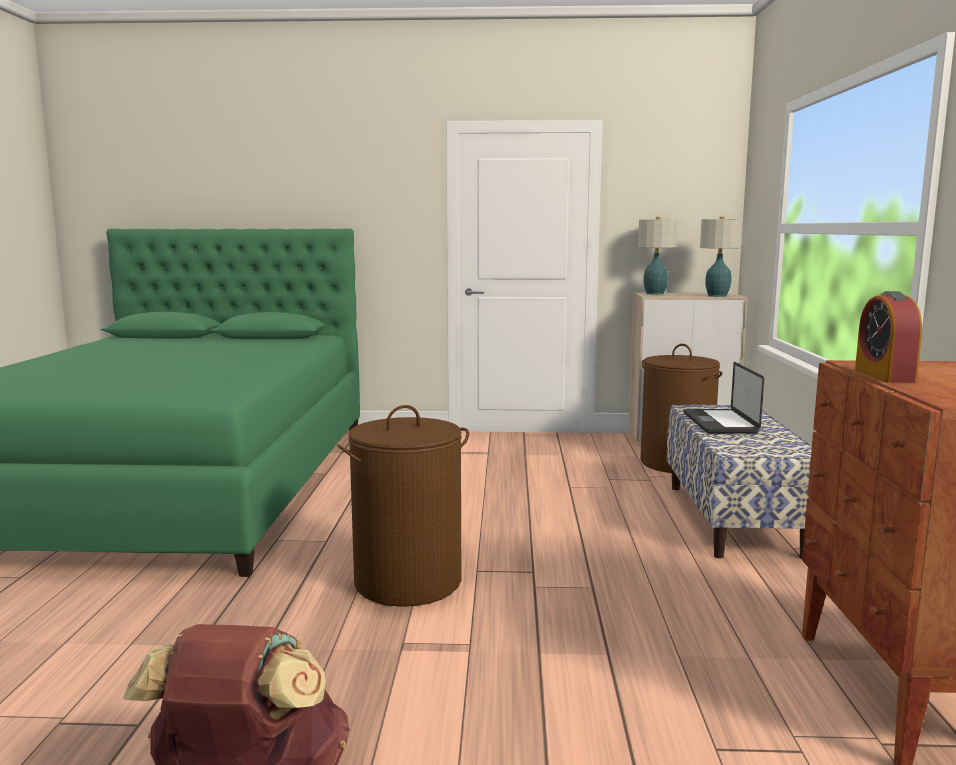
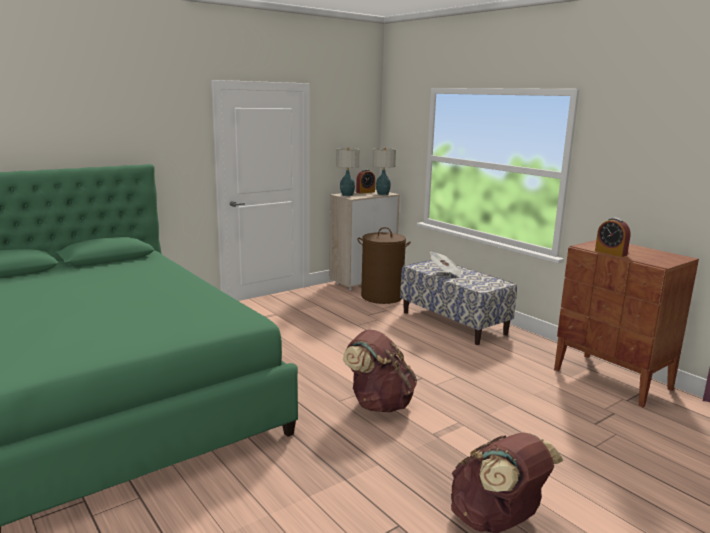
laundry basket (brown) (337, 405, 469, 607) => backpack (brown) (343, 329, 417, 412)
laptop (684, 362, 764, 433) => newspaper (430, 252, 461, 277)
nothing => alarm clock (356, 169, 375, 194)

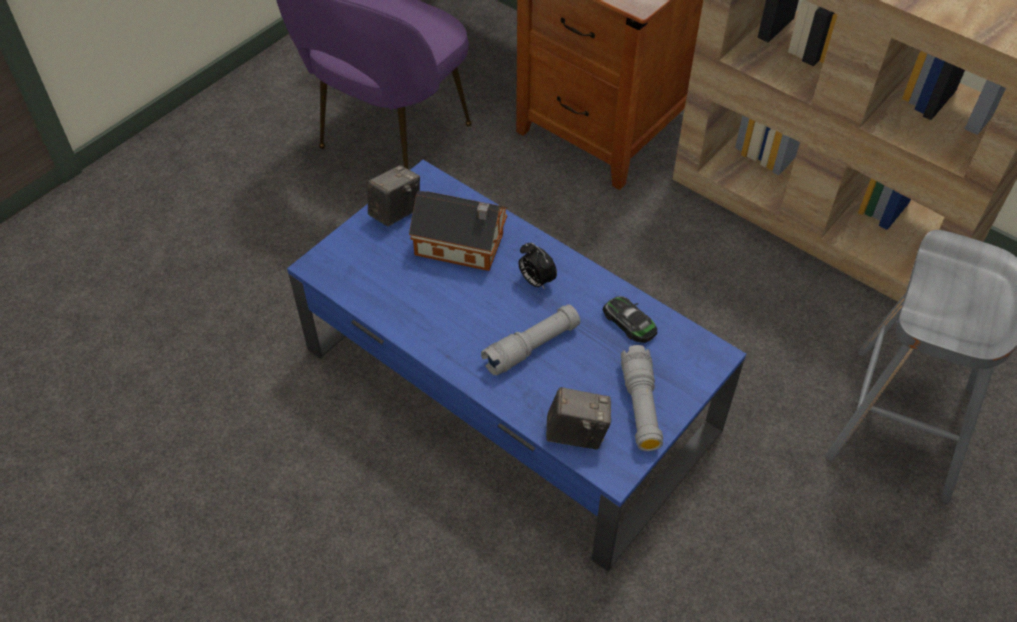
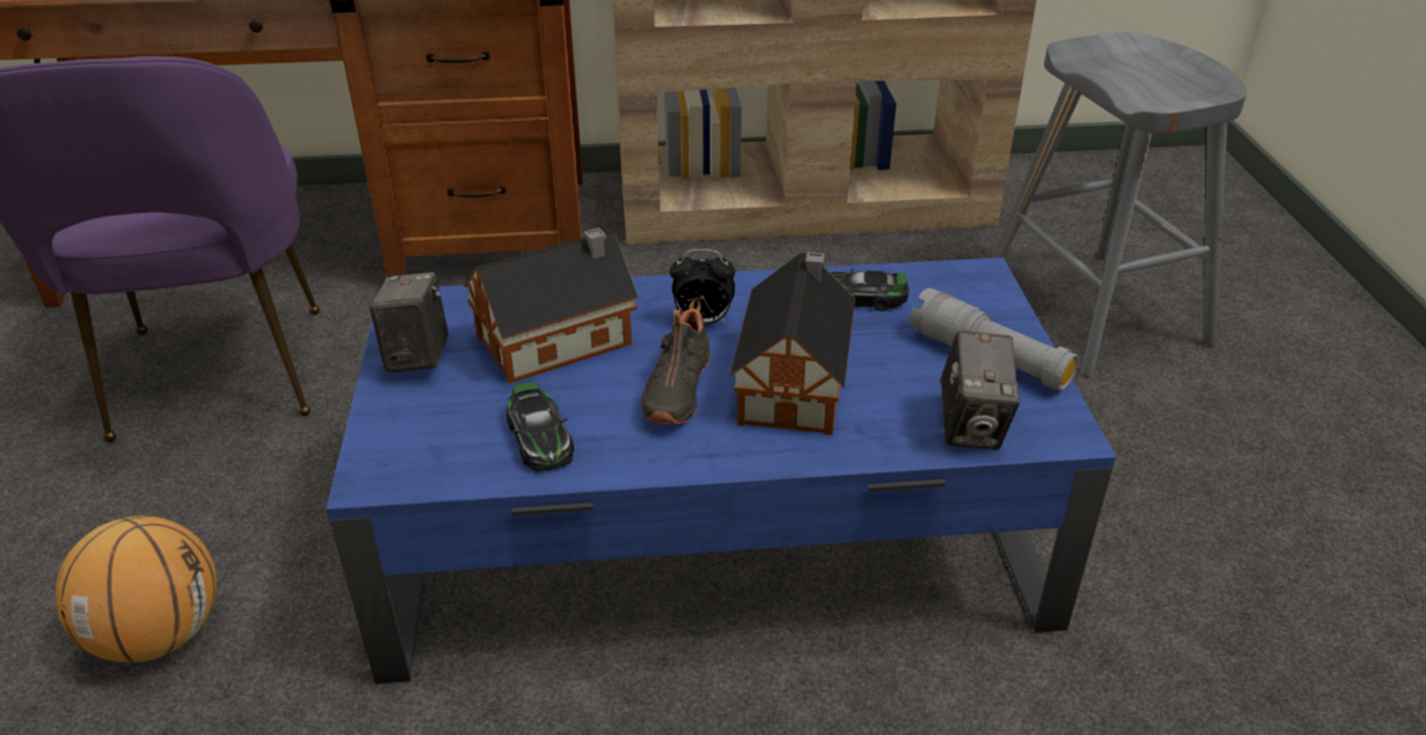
flashlight (grey) (481, 304, 580, 376) => toy house (730, 252, 855, 435)
photo camera (546, 387, 611, 450) => photo camera (941, 331, 1020, 450), 135 degrees clockwise
nothing => basketball (55, 516, 217, 662)
nothing => toy car (506, 382, 574, 472)
nothing => shoe (black) (641, 300, 711, 424)

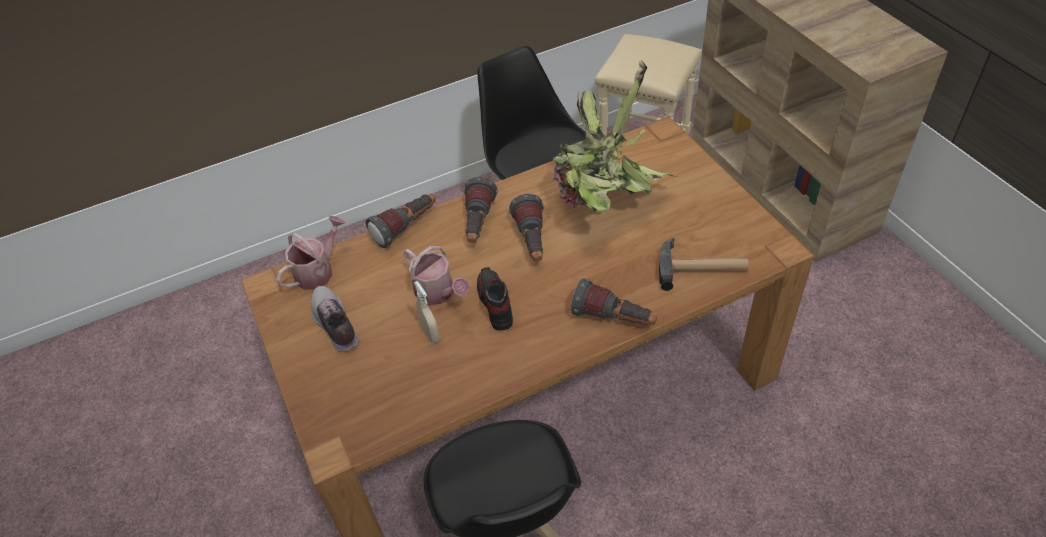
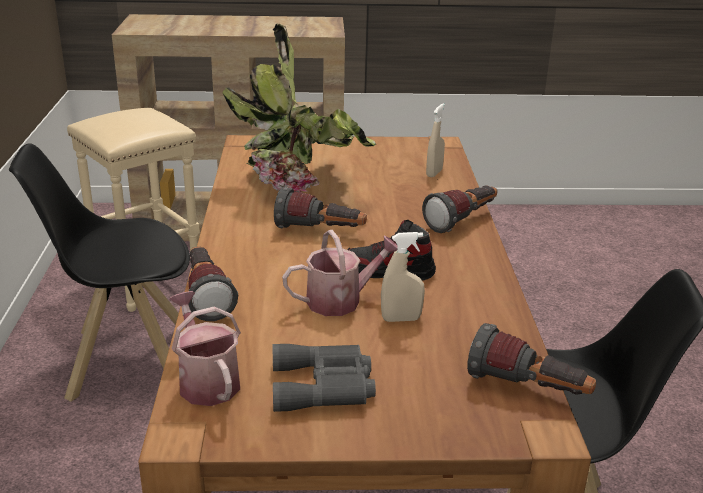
shoe (311, 286, 359, 352) => binoculars (grey) (272, 344, 376, 412)
flashlight (464, 177, 498, 243) => flashlight (467, 323, 596, 395), move
hammer (659, 237, 749, 291) => spray bottle (beige) (426, 103, 445, 177)

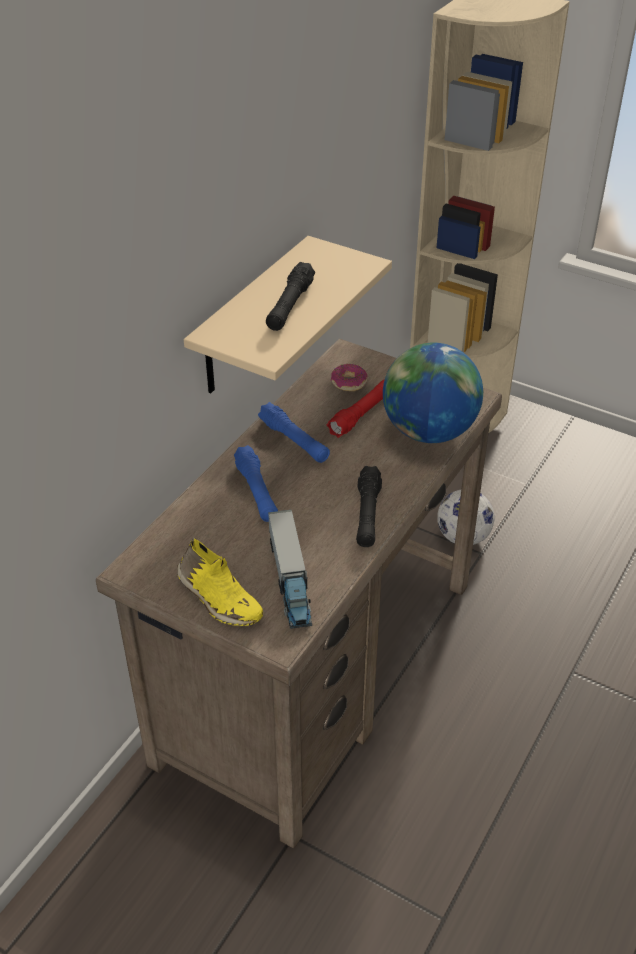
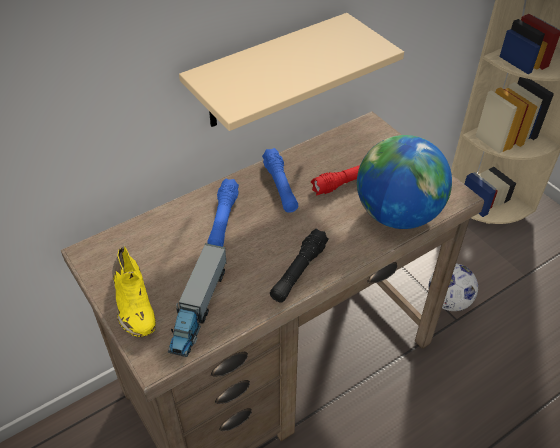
flashlight (black) (266, 262, 315, 331) => nothing
donut (331, 364, 368, 391) => nothing

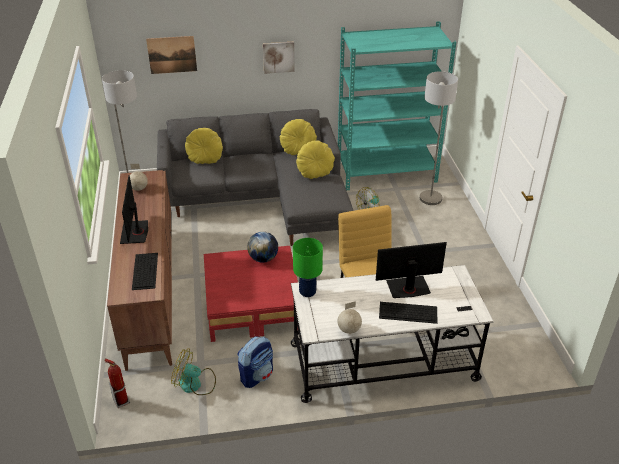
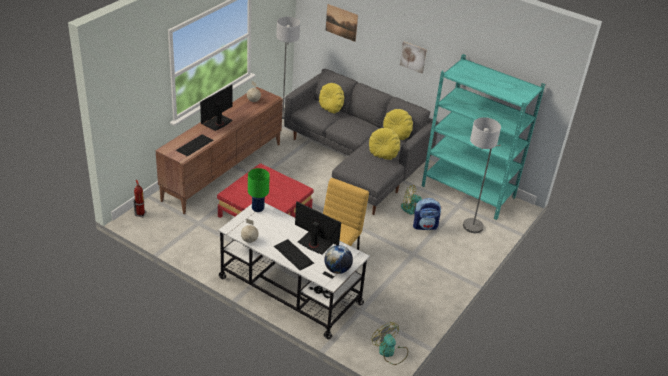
fan (171, 348, 216, 395) => fan (371, 322, 408, 365), move
backpack (237, 336, 273, 388) => backpack (413, 198, 441, 230), move
globe (247, 232, 278, 263) => globe (324, 245, 353, 274), move

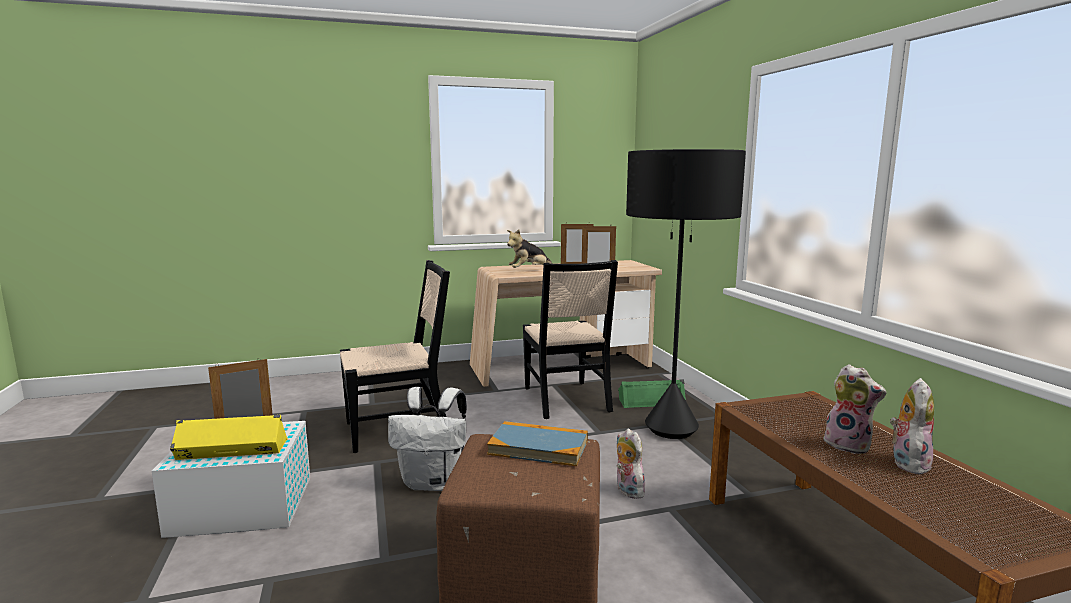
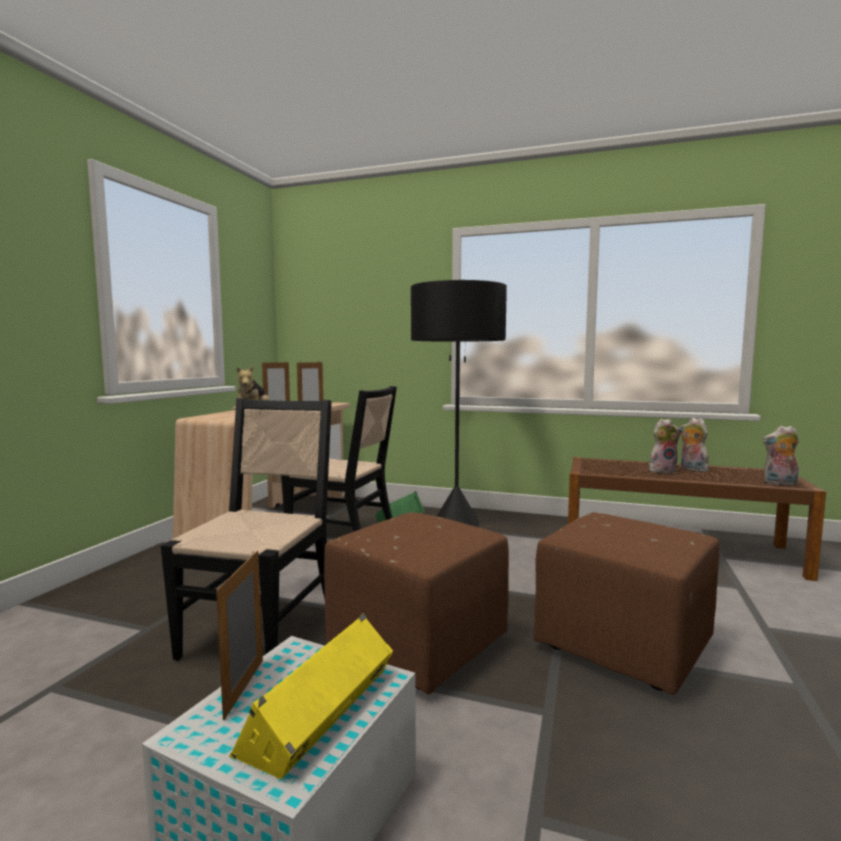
backpack (white) (388, 387, 467, 491) => ottoman (brown) (324, 512, 509, 695)
book (487, 421, 588, 466) => nothing
plush toy (617, 429, 645, 499) => plush toy (762, 426, 799, 486), move

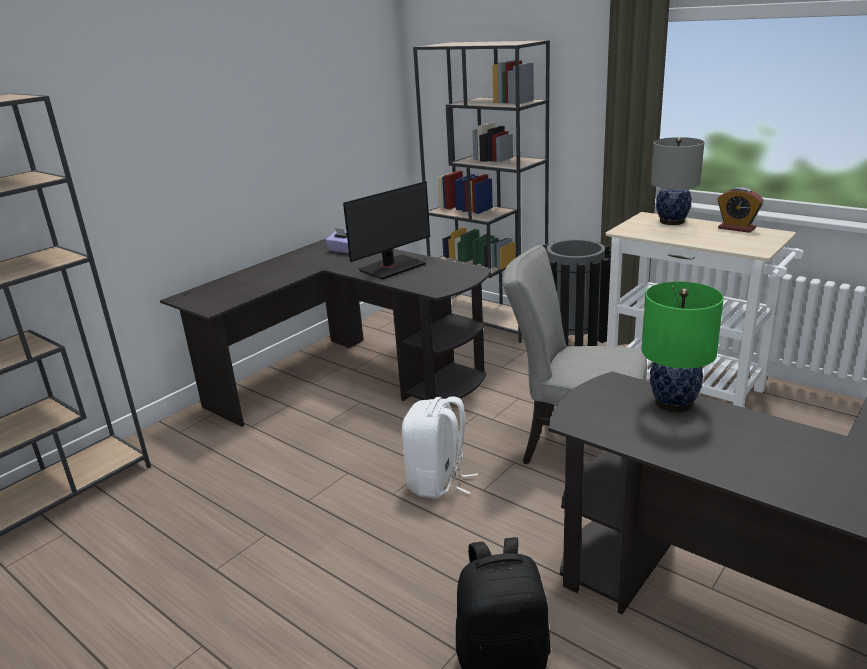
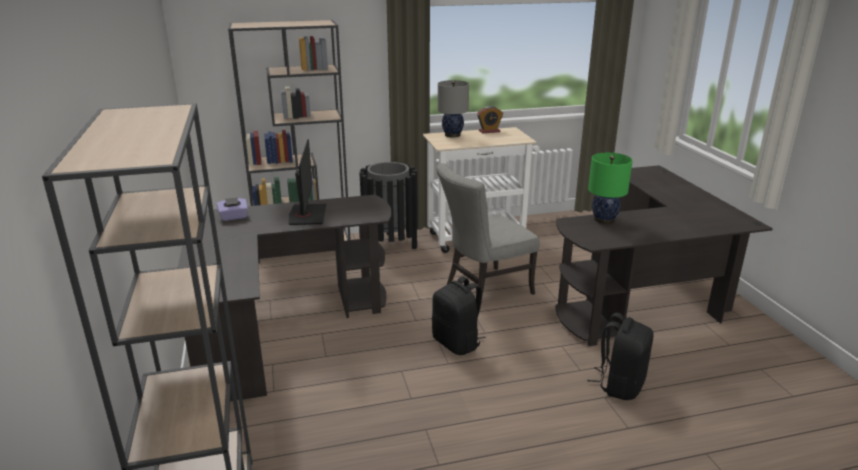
backpack (white) (402, 396, 478, 499) => backpack (black) (432, 276, 486, 355)

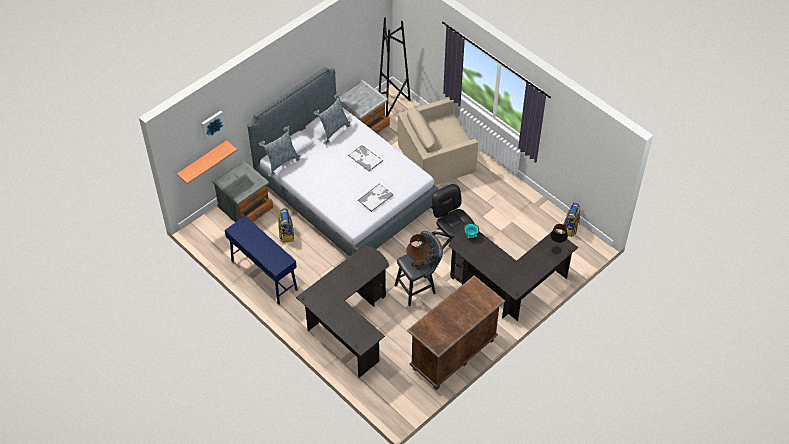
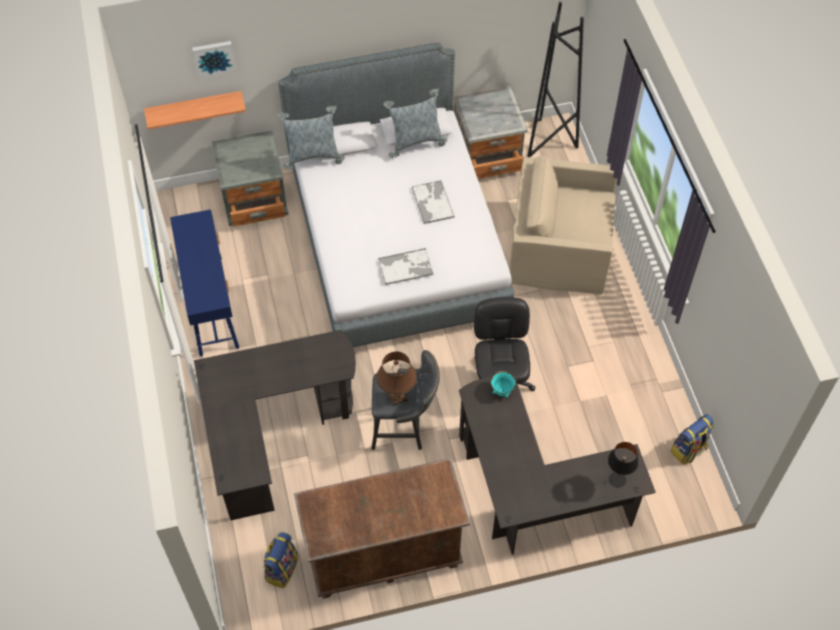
backpack (278, 208, 294, 243) => backpack (264, 532, 298, 588), move

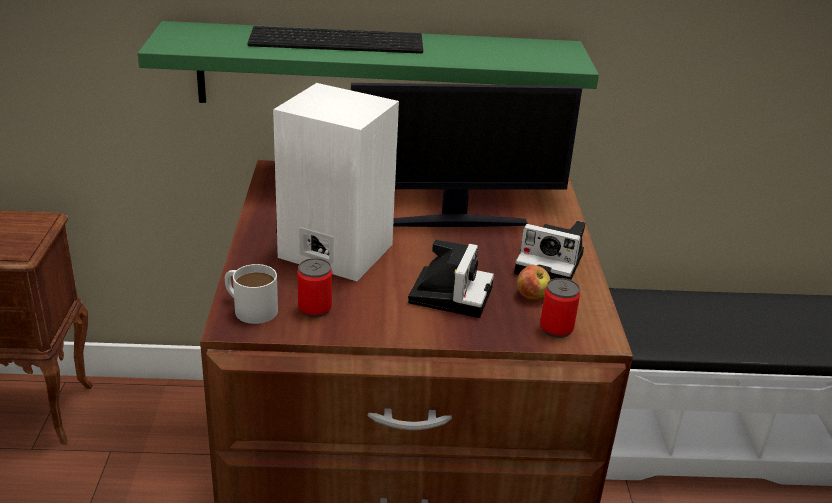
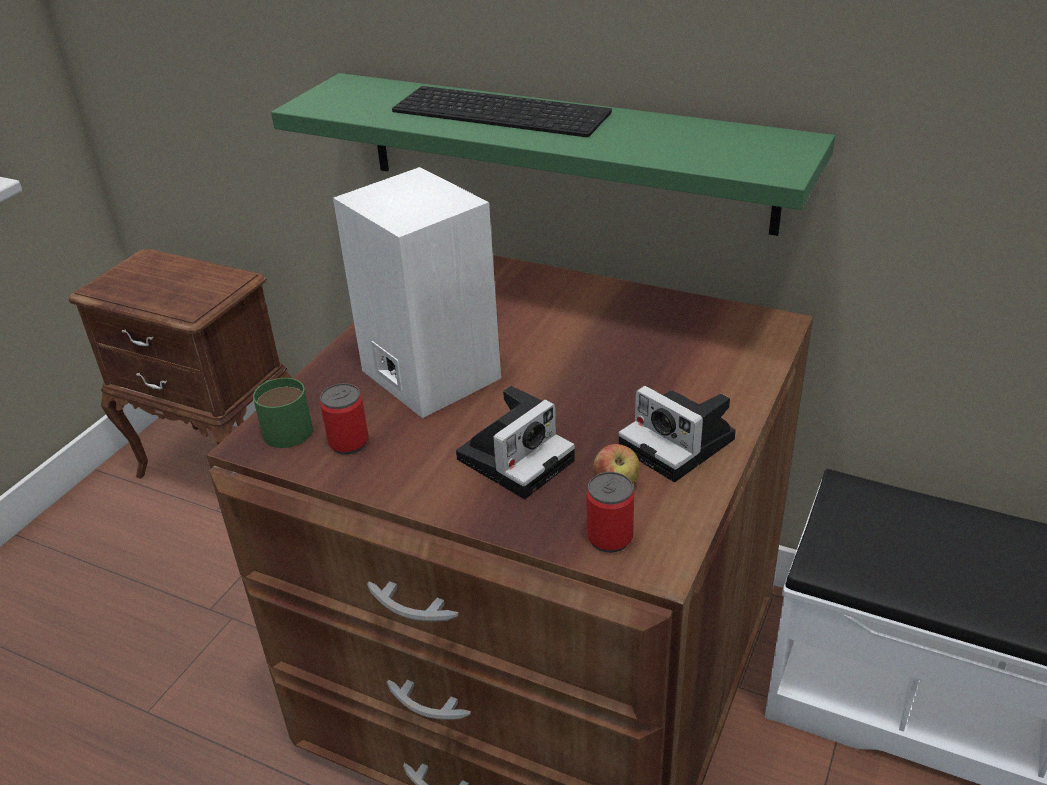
mug (white) (225, 264, 278, 324) => mug (green) (253, 378, 313, 448)
monitor (351, 83, 582, 227) => nothing

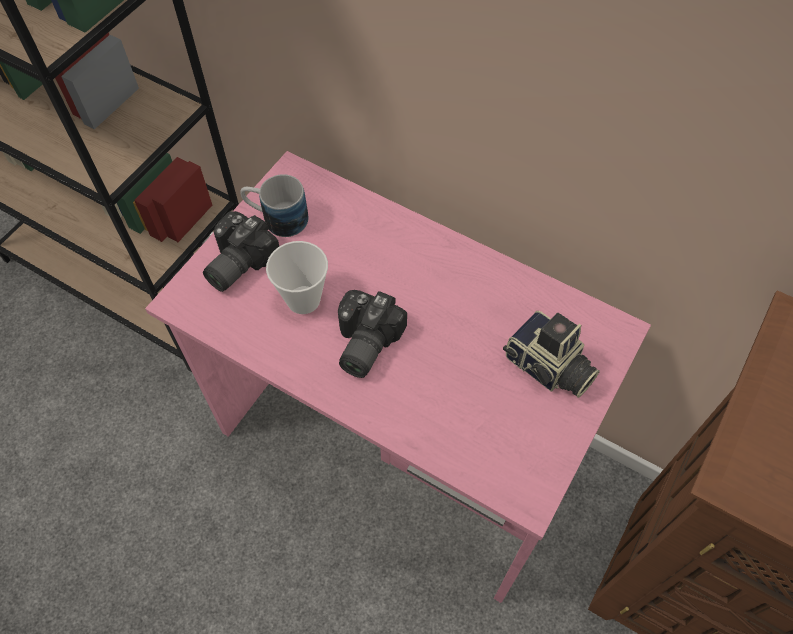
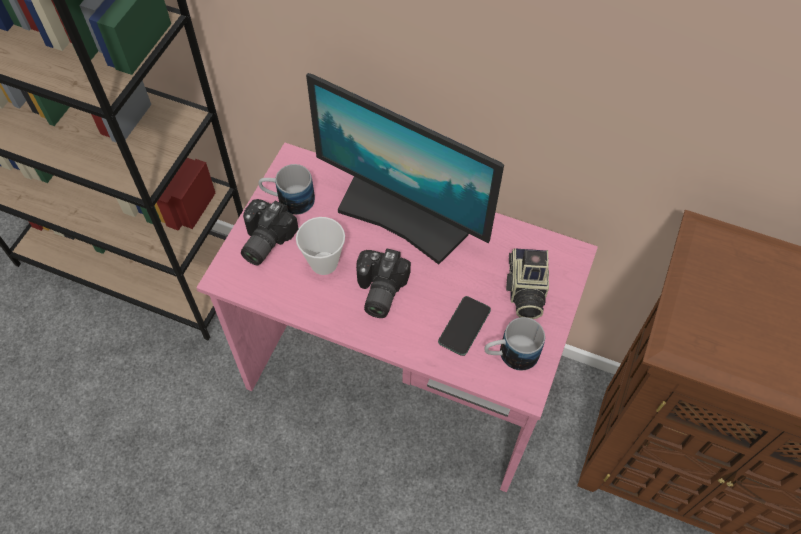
photo camera (503, 311, 600, 398) => photo camera (506, 248, 549, 319), 60 degrees clockwise
nothing => monitor (306, 73, 504, 265)
nothing => phone (438, 296, 491, 356)
nothing => mug (484, 317, 545, 371)

